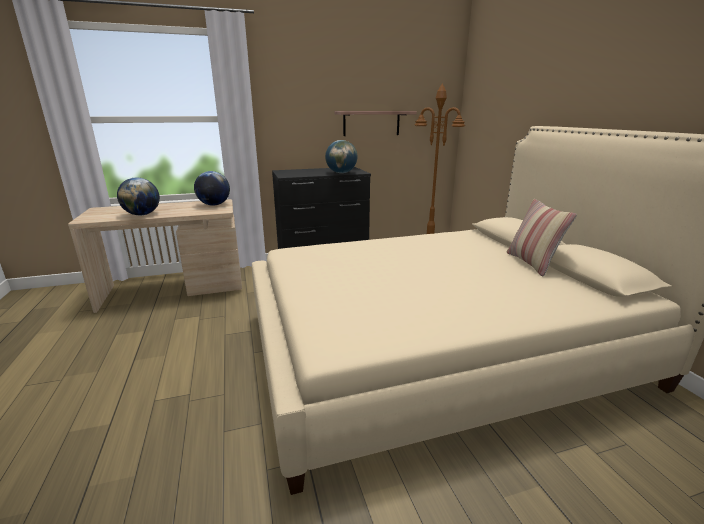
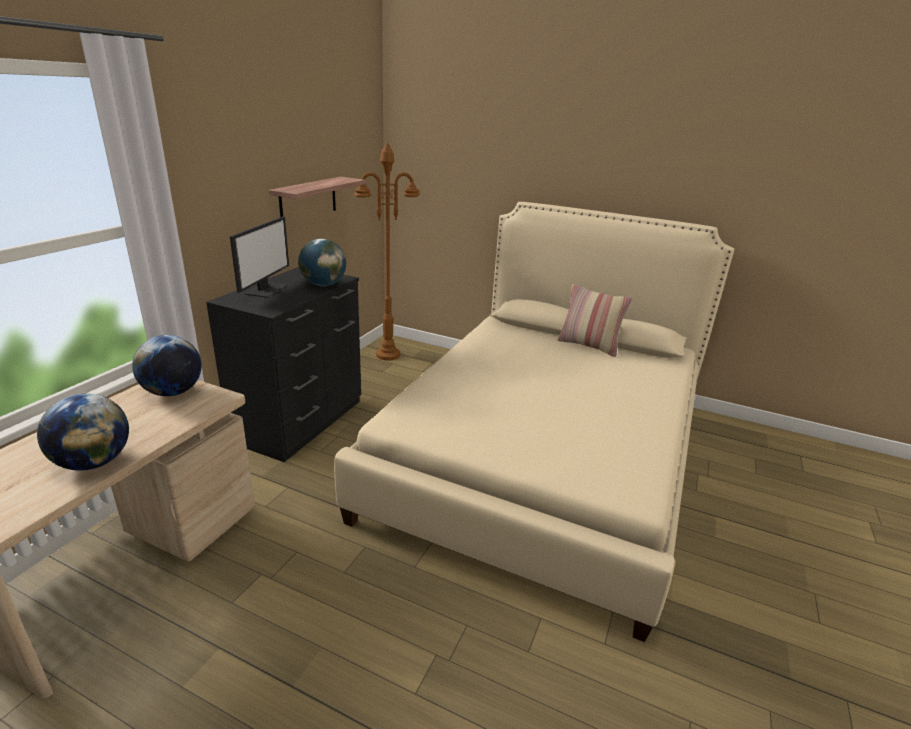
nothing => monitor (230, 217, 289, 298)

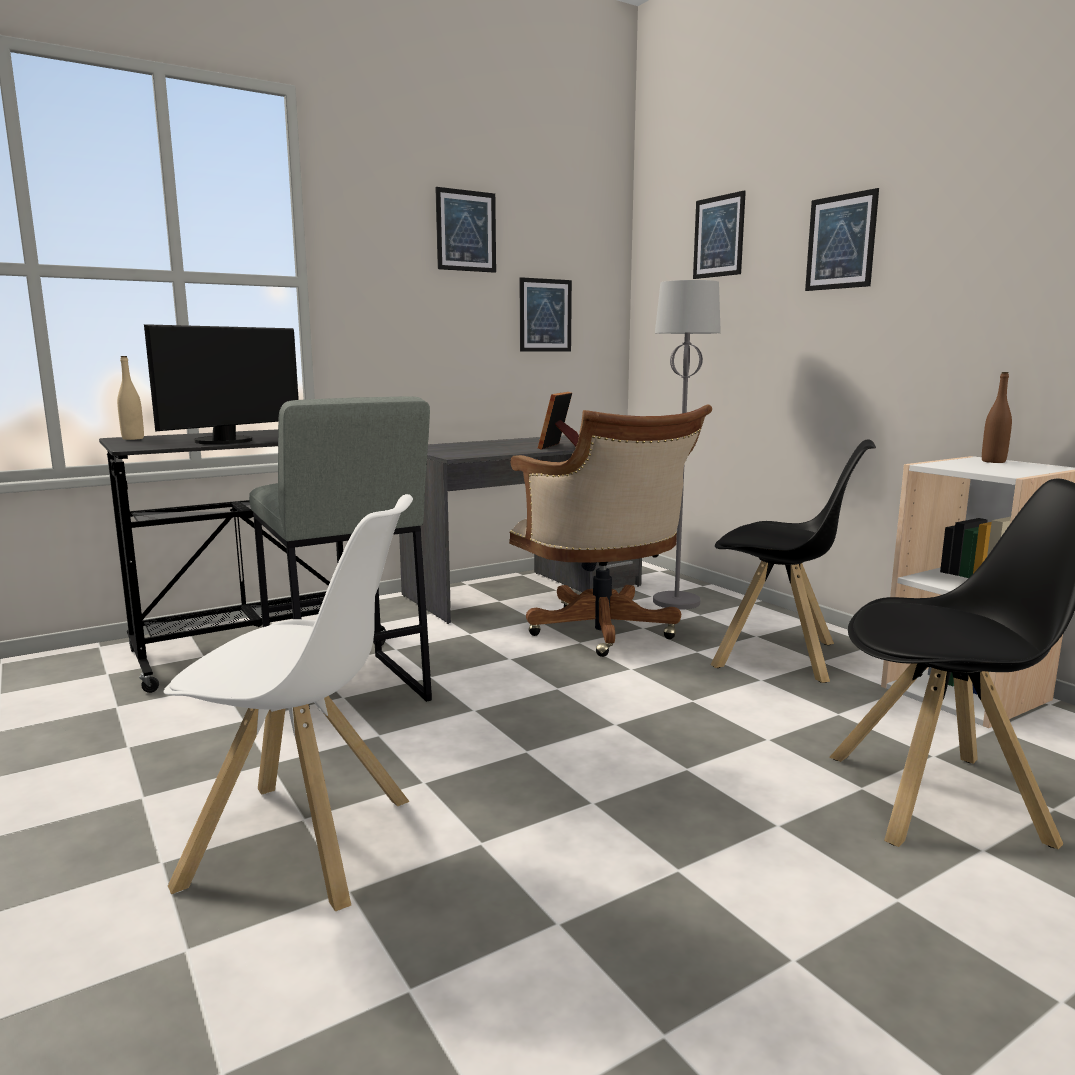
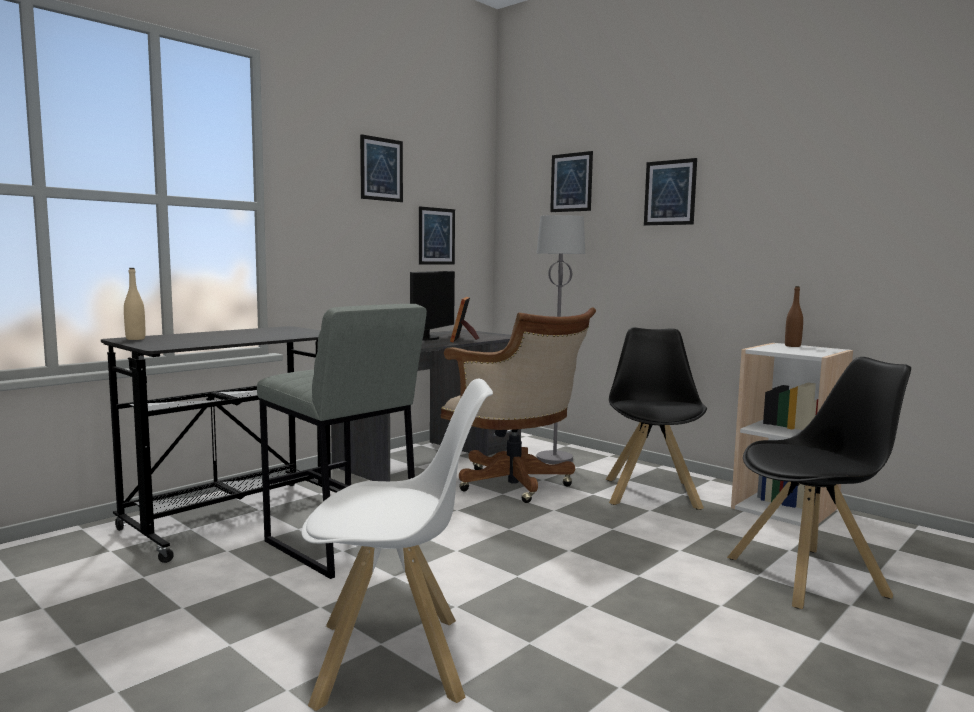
monitor (144, 324, 299, 444) => monitor (410, 271, 455, 340), move
chair (black) (710, 439, 876, 683) => chair (black) (606, 327, 707, 510), 90 degrees counterclockwise

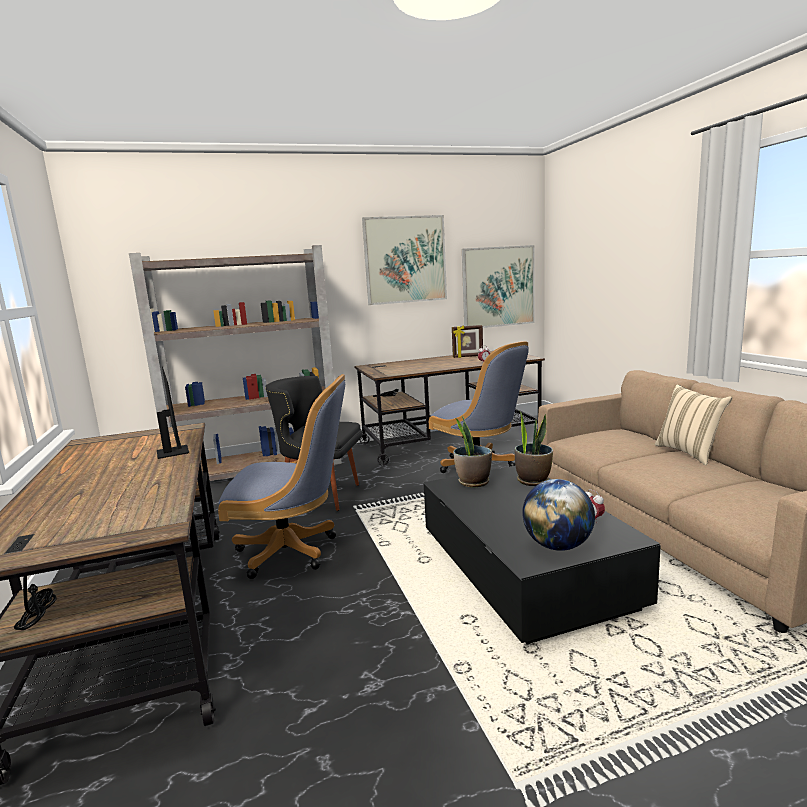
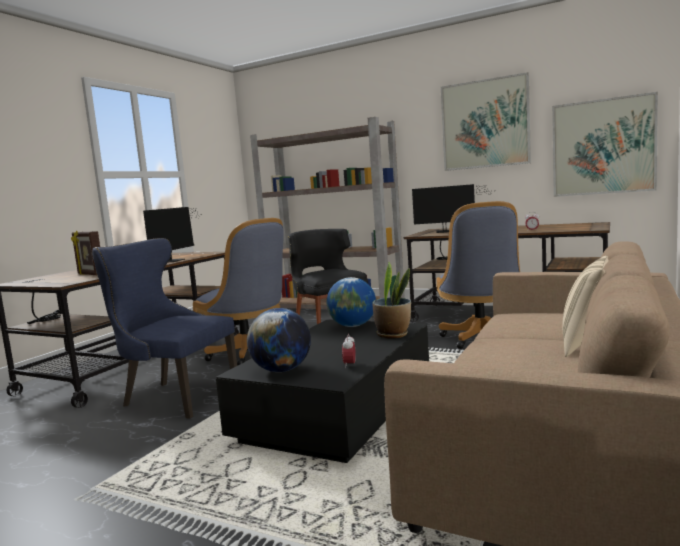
picture frame (452, 325, 483, 358) => picture frame (71, 231, 100, 275), move
potted plant (453, 416, 492, 487) => globe (327, 277, 376, 327)
nothing => chair (blue) (92, 238, 237, 419)
nothing => monitor (412, 184, 494, 233)

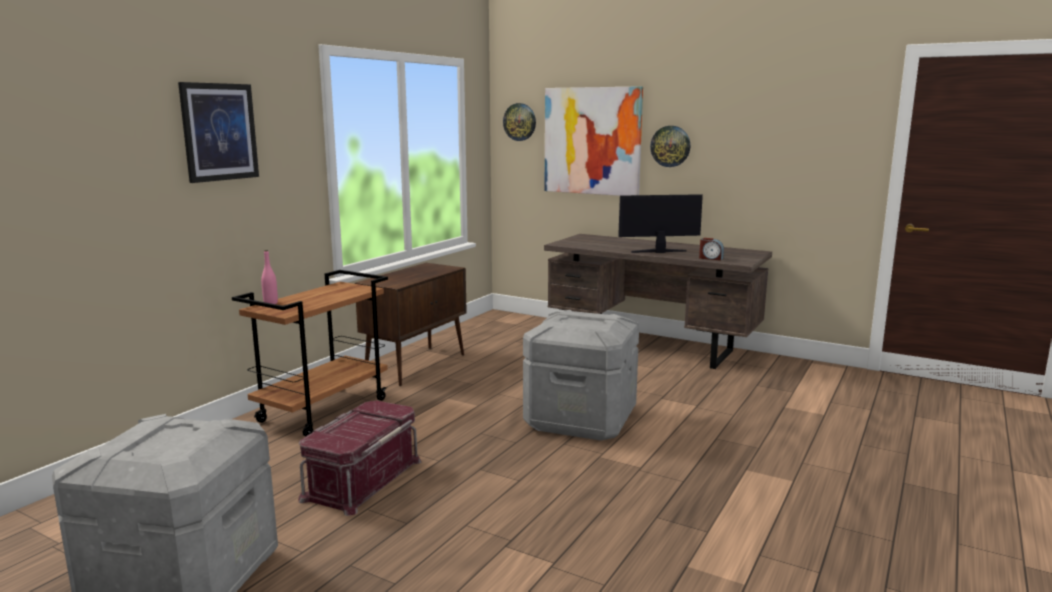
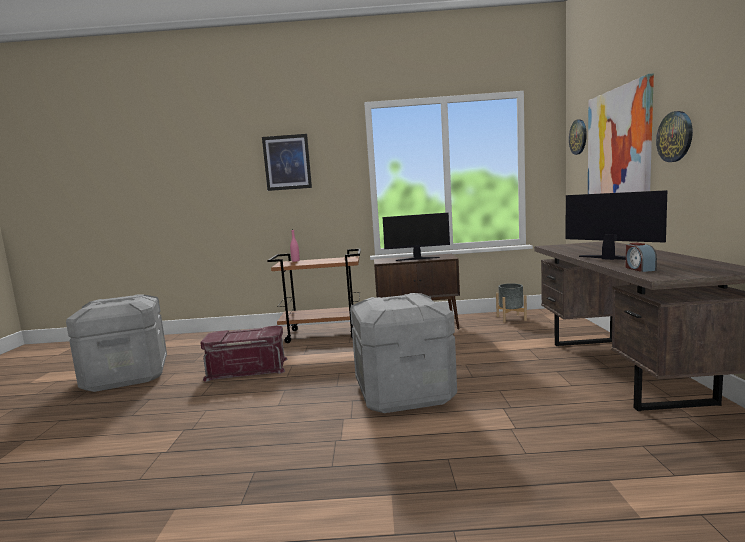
nothing => monitor (383, 213, 450, 261)
nothing => planter (grey) (496, 283, 527, 322)

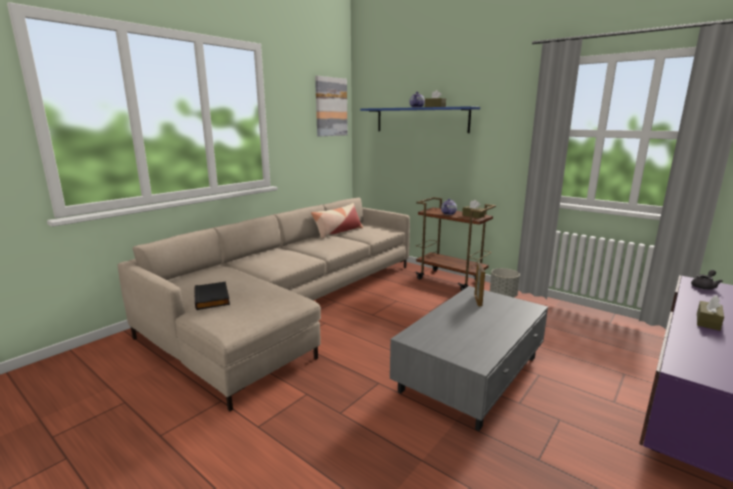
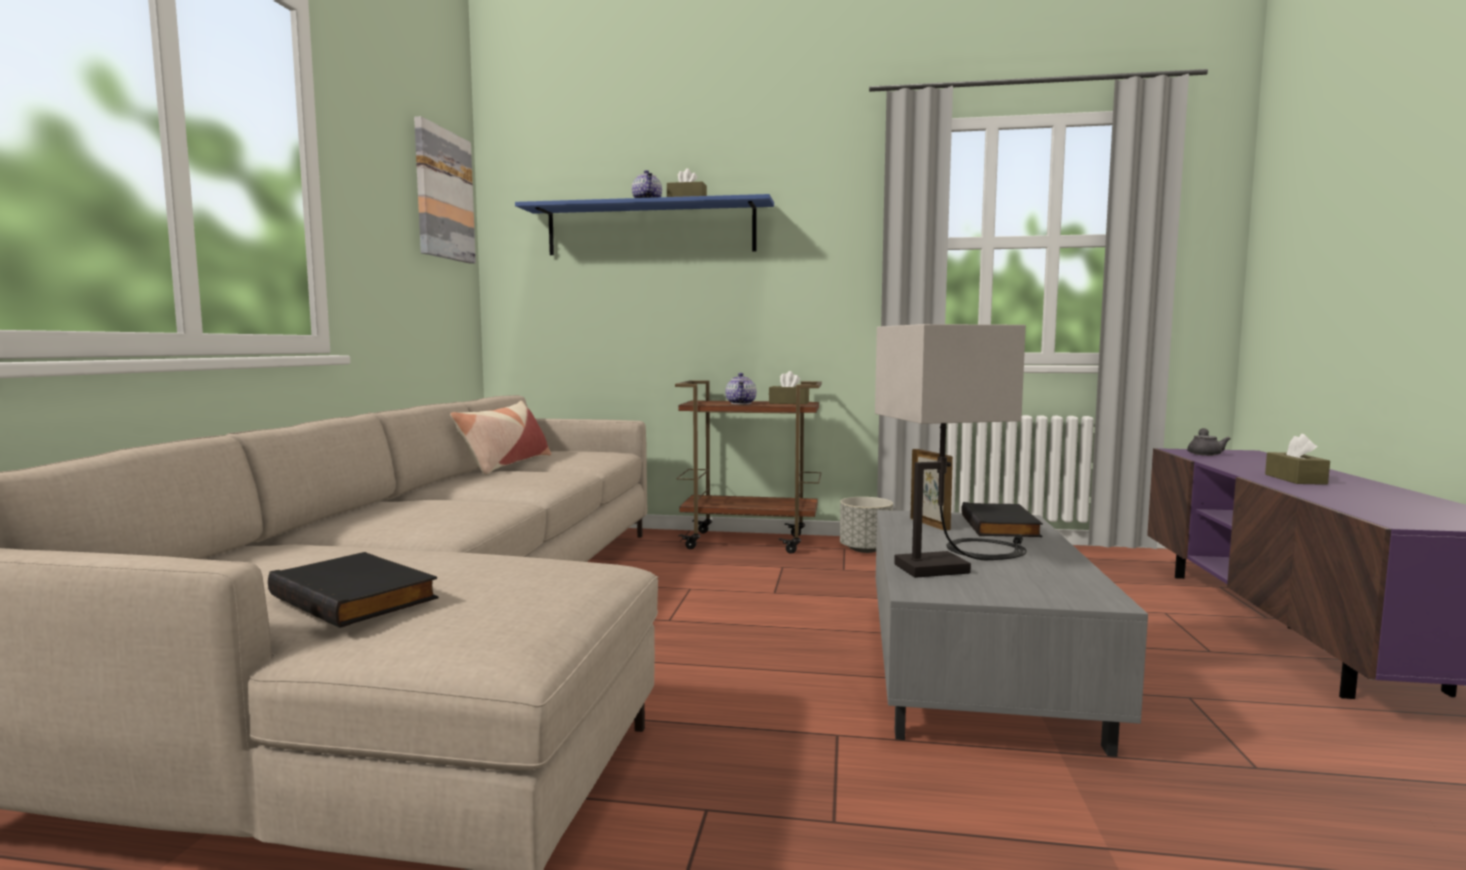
nothing => table lamp (875, 324, 1027, 578)
nothing => book (black) (961, 502, 1043, 537)

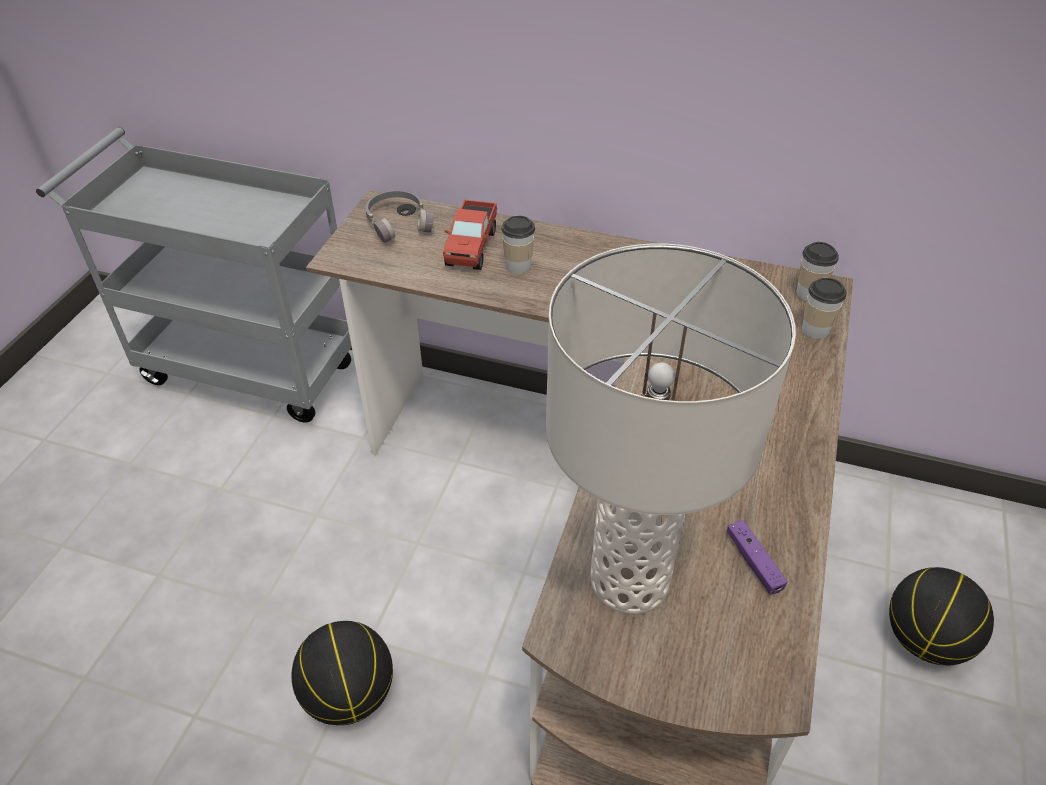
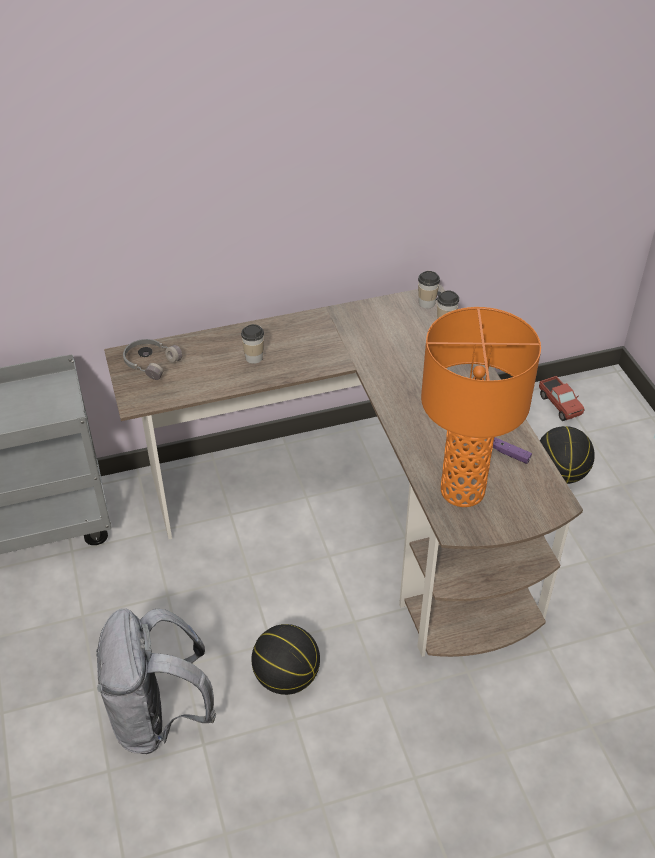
toy truck (443, 200, 497, 270) => toy truck (539, 376, 584, 421), move
table lamp (white) (546, 244, 796, 614) => table lamp (orange) (421, 307, 541, 507)
nothing => backpack (grey) (96, 608, 216, 754)

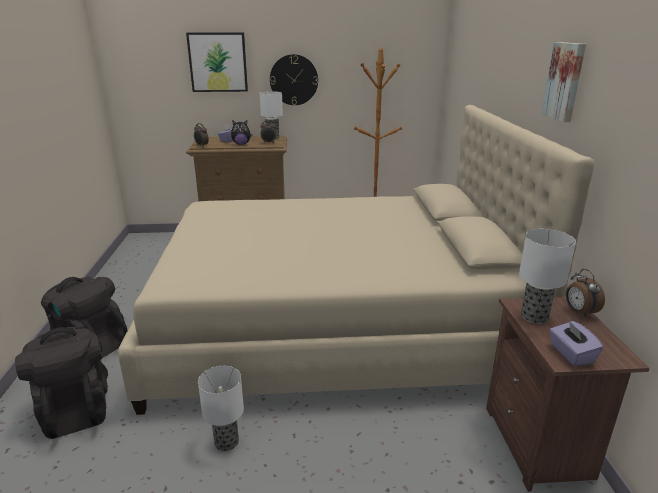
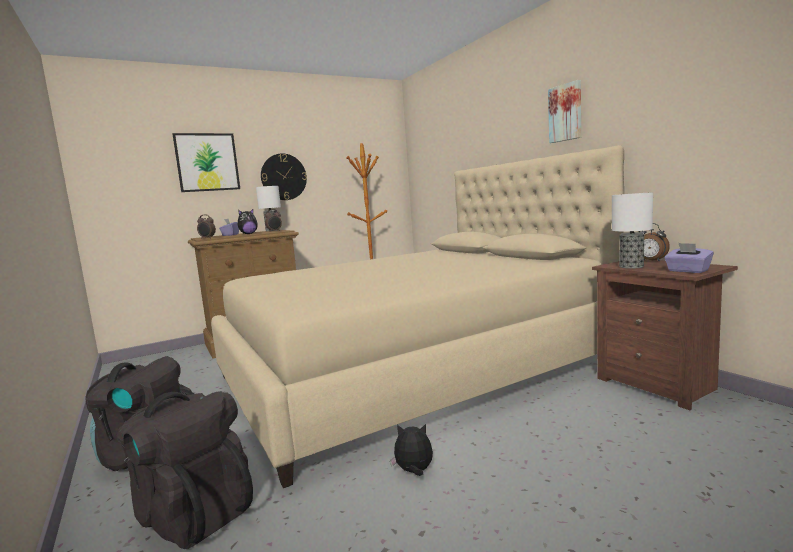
table lamp (198, 366, 244, 451) => plush toy (390, 424, 433, 476)

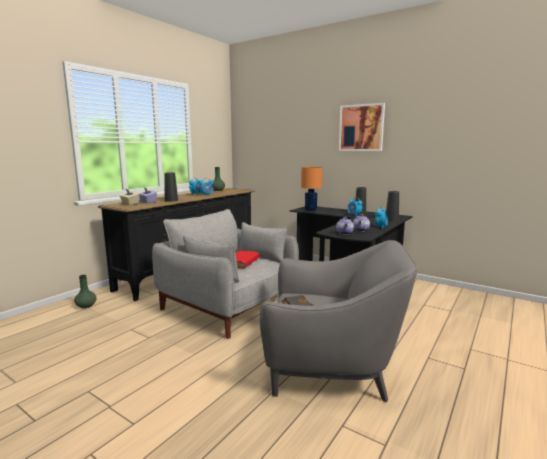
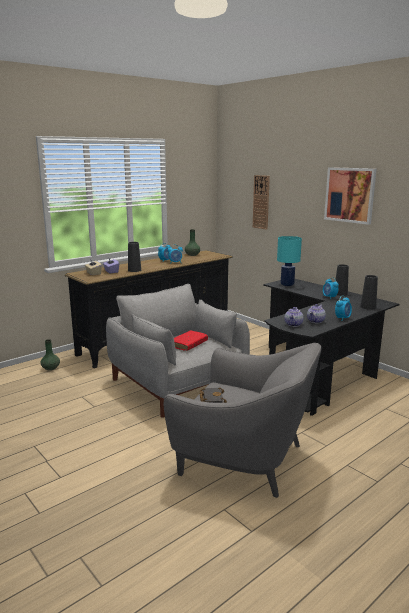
table lamp (orange) (301, 167, 322, 210) => table lamp (turquoise) (277, 236, 302, 286)
nothing => wall clock (253, 175, 270, 230)

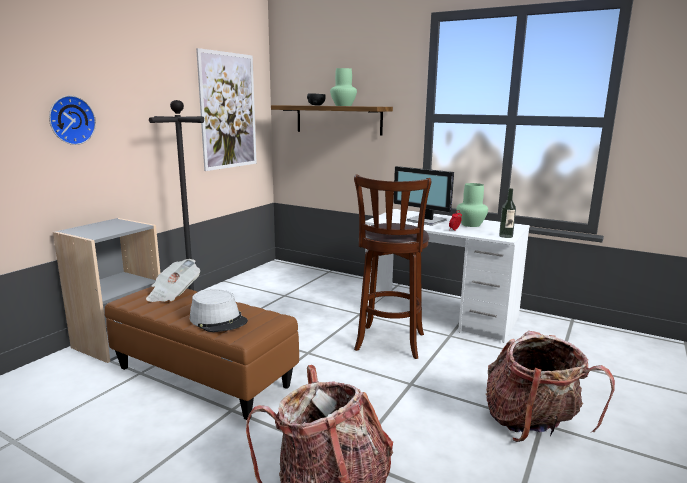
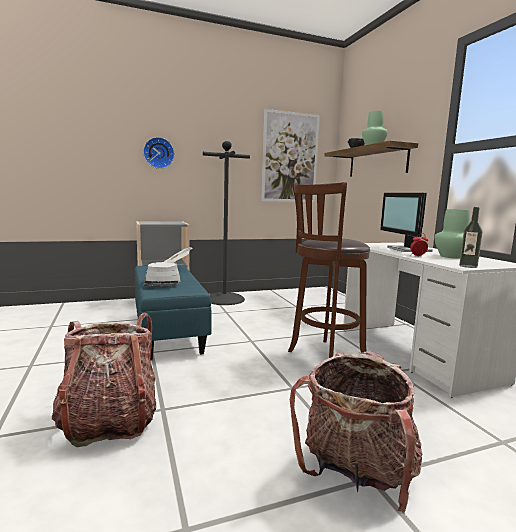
ottoman (brown) (104, 287, 299, 420) => ottoman (blue) (134, 264, 212, 361)

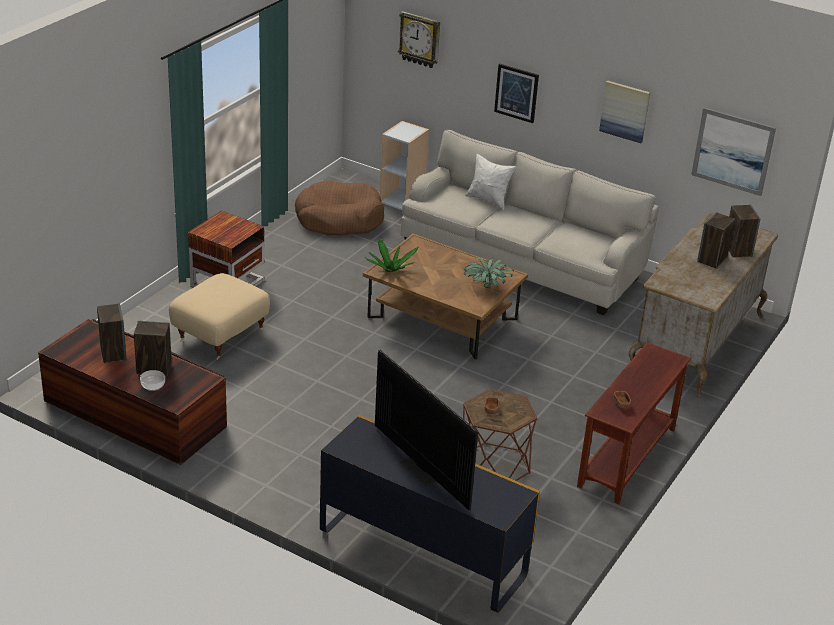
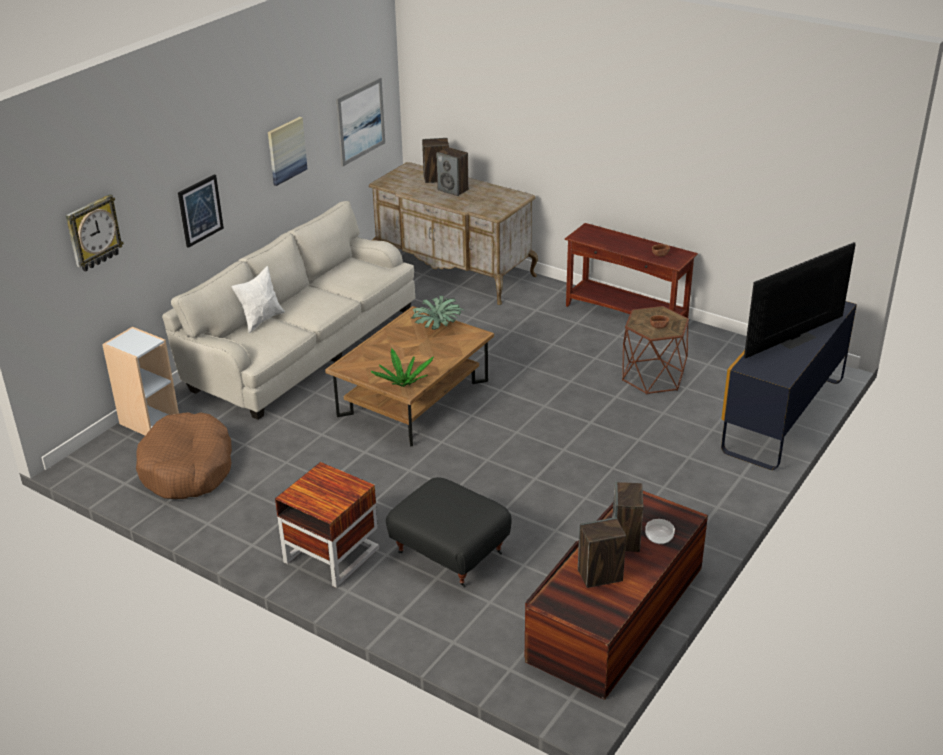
ottoman (beige) (169, 273, 270, 360) => ottoman (black) (386, 477, 512, 588)

